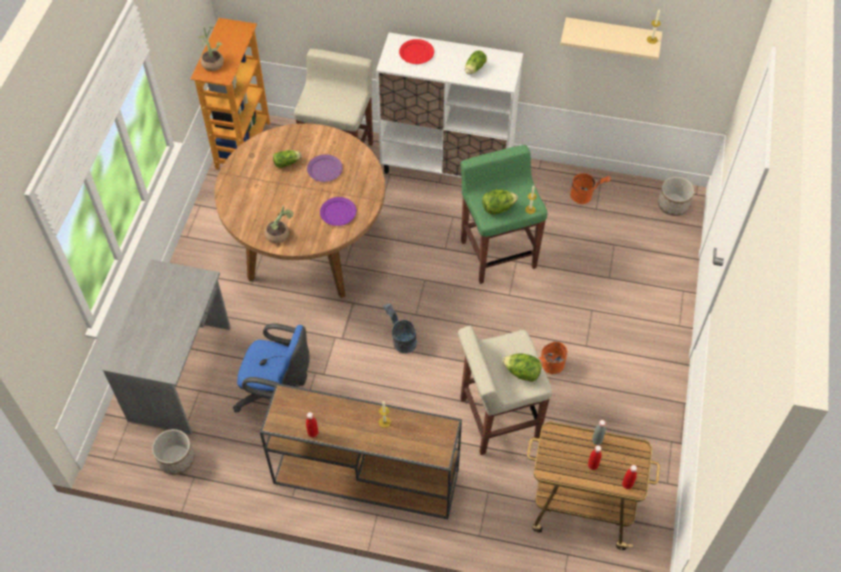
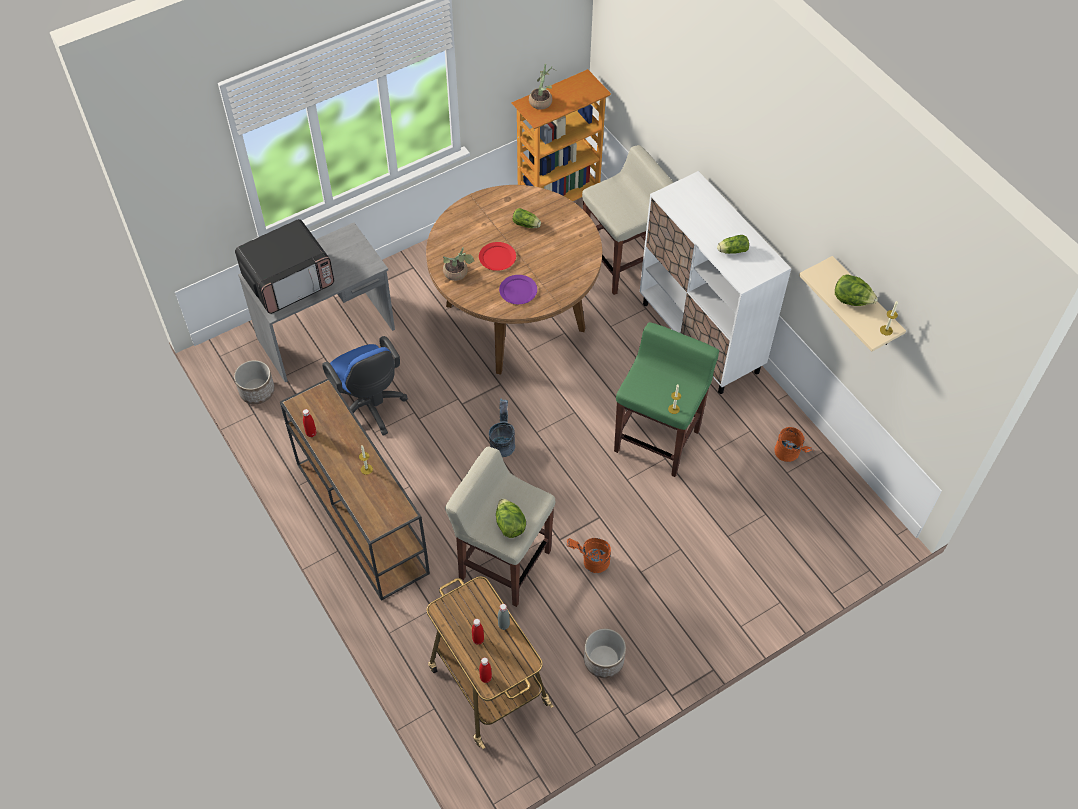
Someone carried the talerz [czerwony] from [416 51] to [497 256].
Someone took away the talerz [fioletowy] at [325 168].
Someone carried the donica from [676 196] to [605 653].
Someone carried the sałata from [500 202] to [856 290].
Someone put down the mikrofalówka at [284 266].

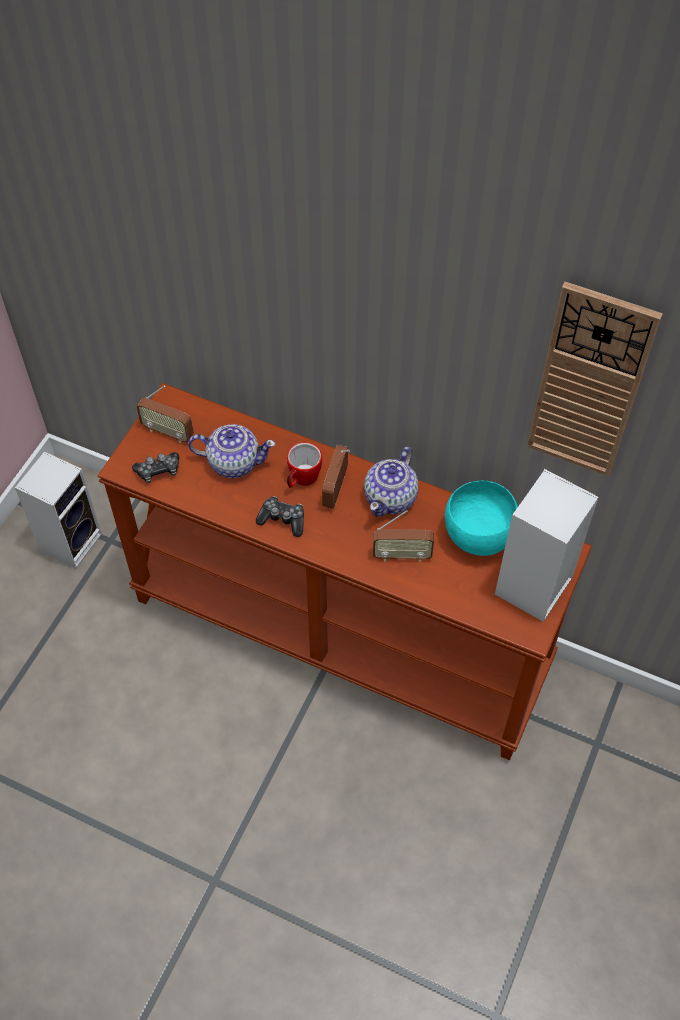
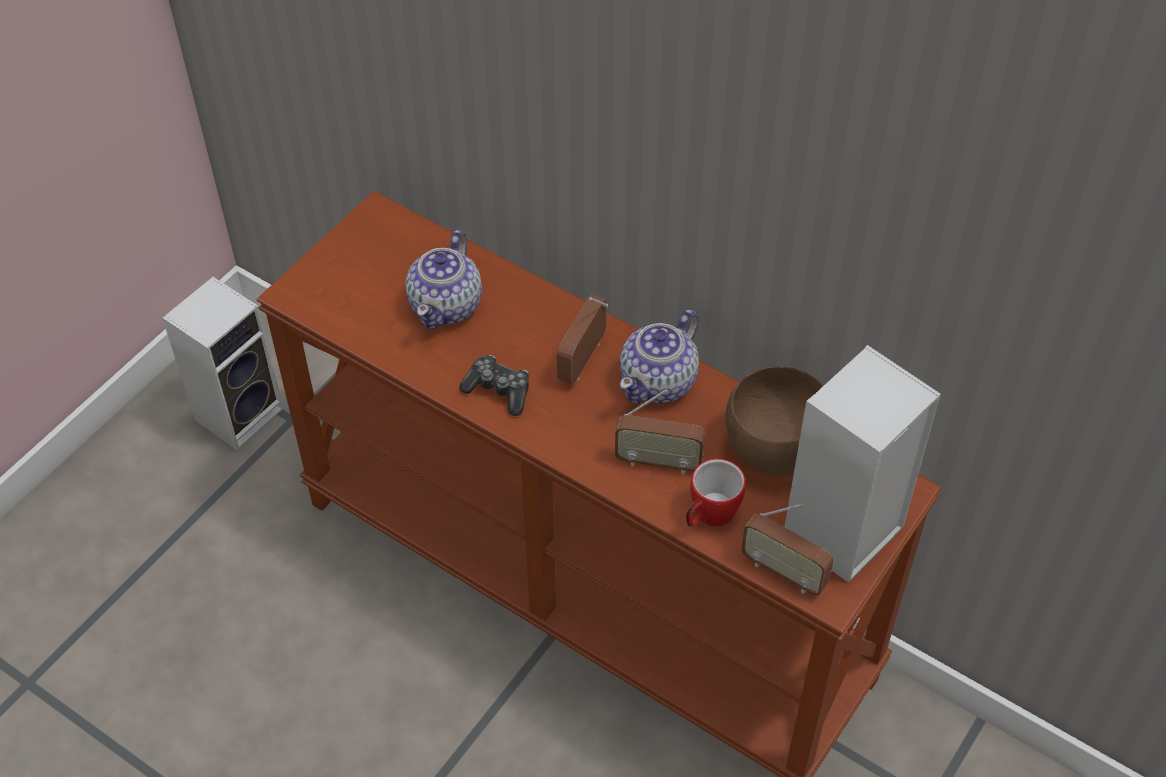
Someone took away the zegar ścienny at [595 379].
Someone carried the radio from [165 414] to [787 549].
Someone rotated the imbryk at [232 451] by 90 degrees clockwise.
Someone carried the kubek from [304 465] to [716 493].
Someone took away the pad do gier at [155 467].
Someone repainted the miska [turkusowy] at [481 518], which became the miska [brązowy] at [775 421].

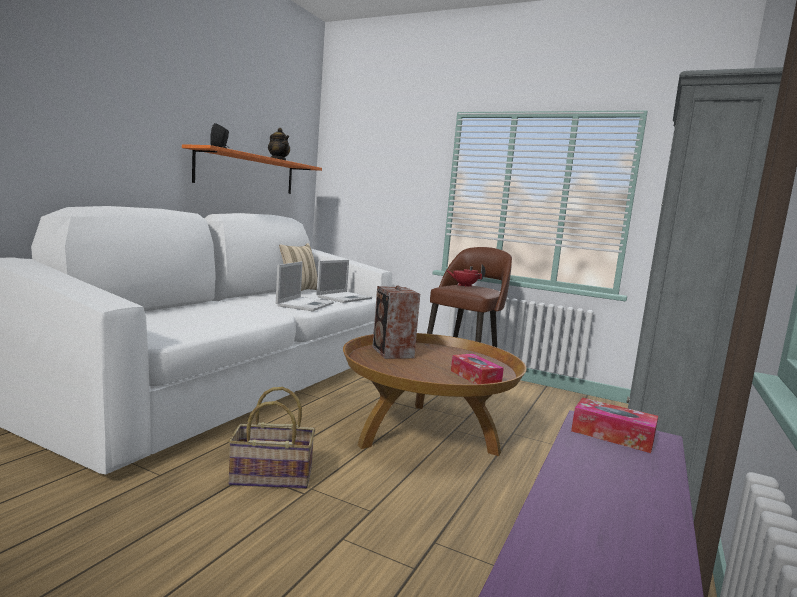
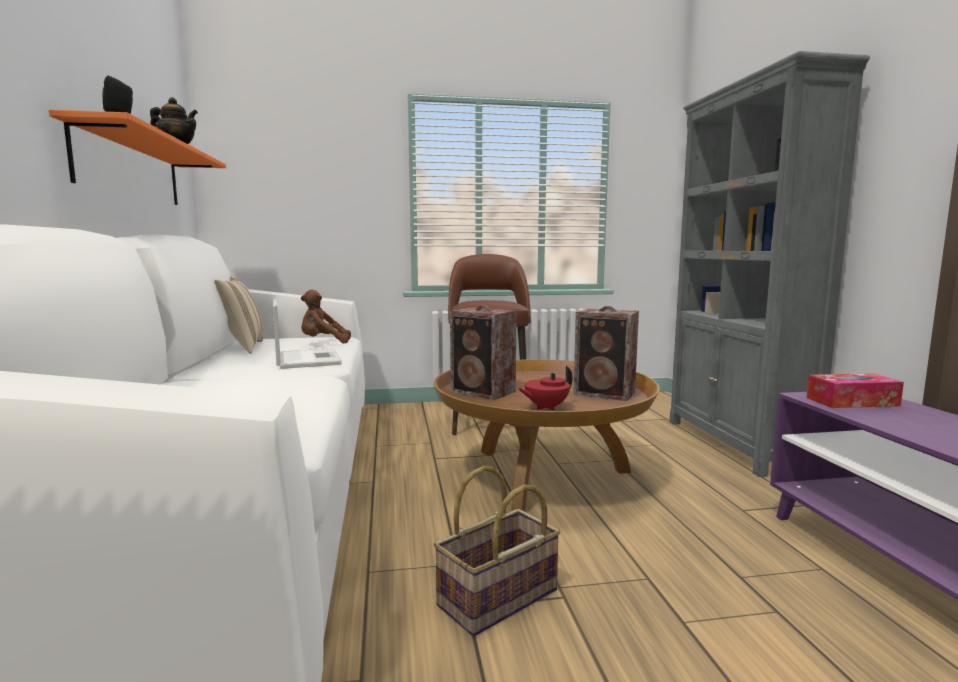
Someone swapped the laptop at [344 281] for the pluszak [brązowy] at [326 316].
Someone carried the imbryk [czerwony] from [466 276] to [545 388].
Someone swapped the pudełko chusteczek at [477 369] for the głośnik at [606 353].

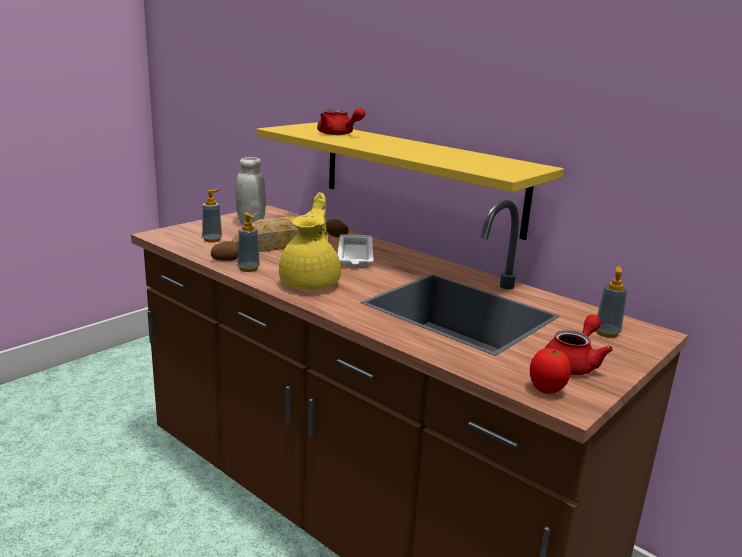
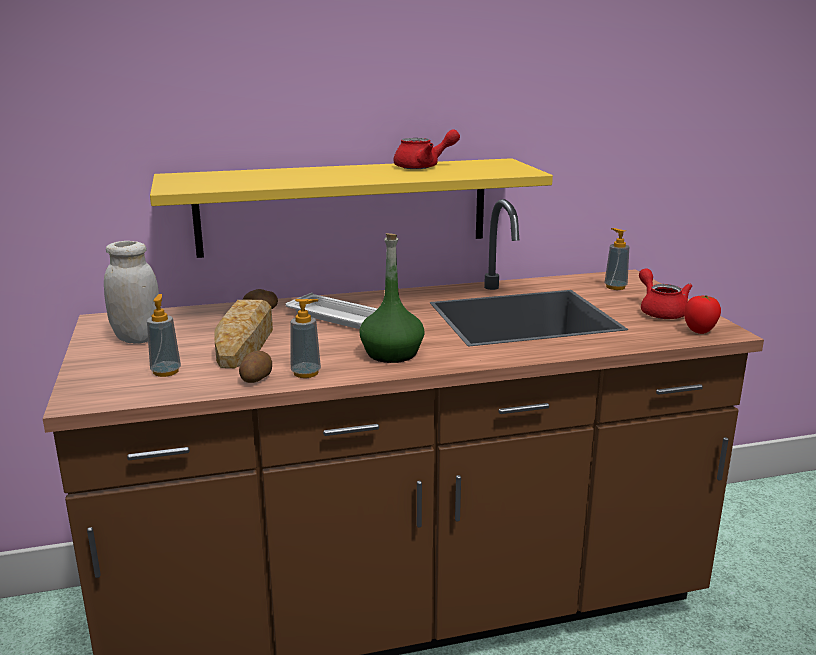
Someone carried the imbryk [czerwony] from [341 121] to [427 149].
Someone swapped the imbryk [żółty] at [310 241] for the butelka [zielony] at [392 298].

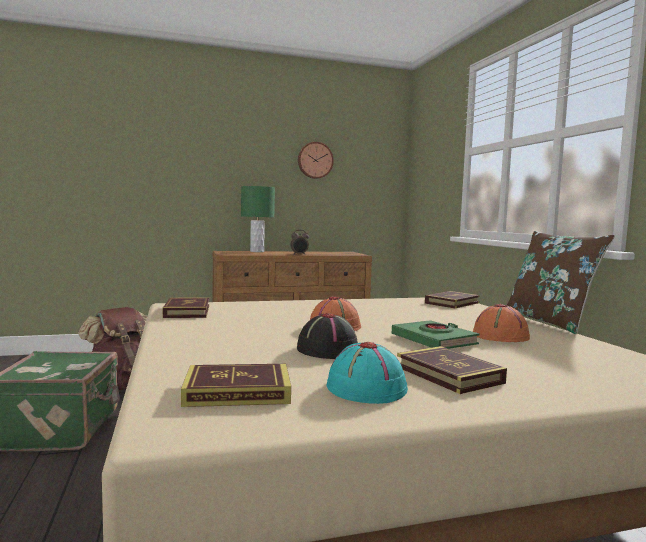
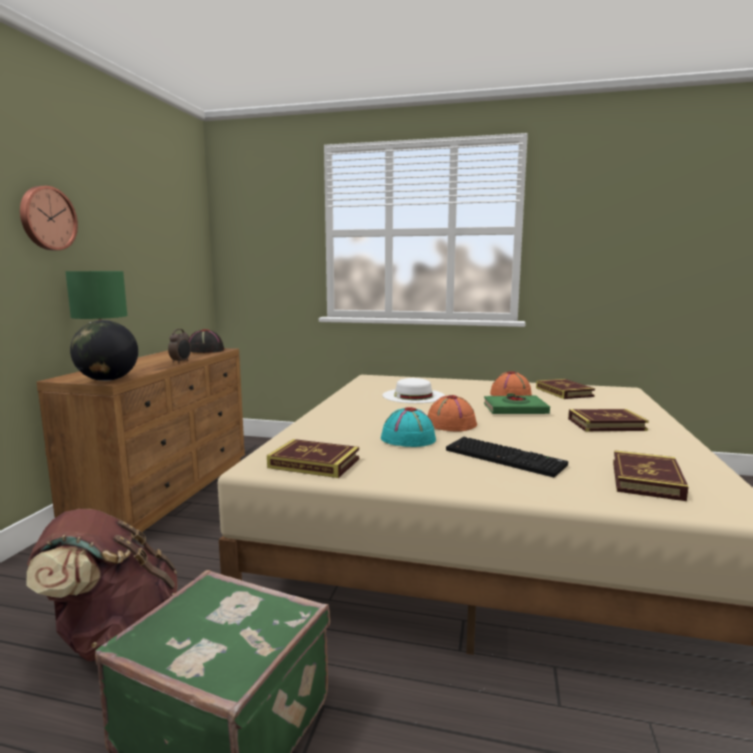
Someone carried the zegar ścienny from [316 160] to [49 218].
Someone took away the poduszka [brązowy] at [560 282].
Someone carried the książka from [452 299] to [565 389].
Someone carried the kapelusz [czarny] from [327 336] to [206 341].
Someone carried the kapelusz [turkusowy] from [367 373] to [408 427].
Someone put down the globus at [104 350].
Someone put down the kapelusz [biały] at [413 390].
Someone put down the klawiatura at [507 457].

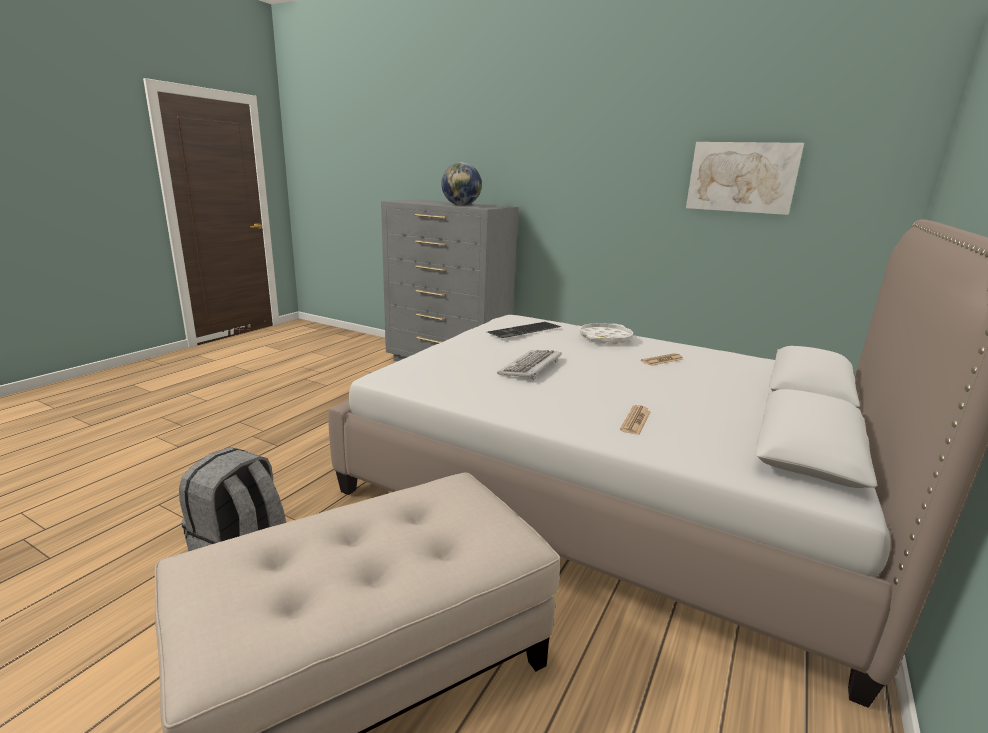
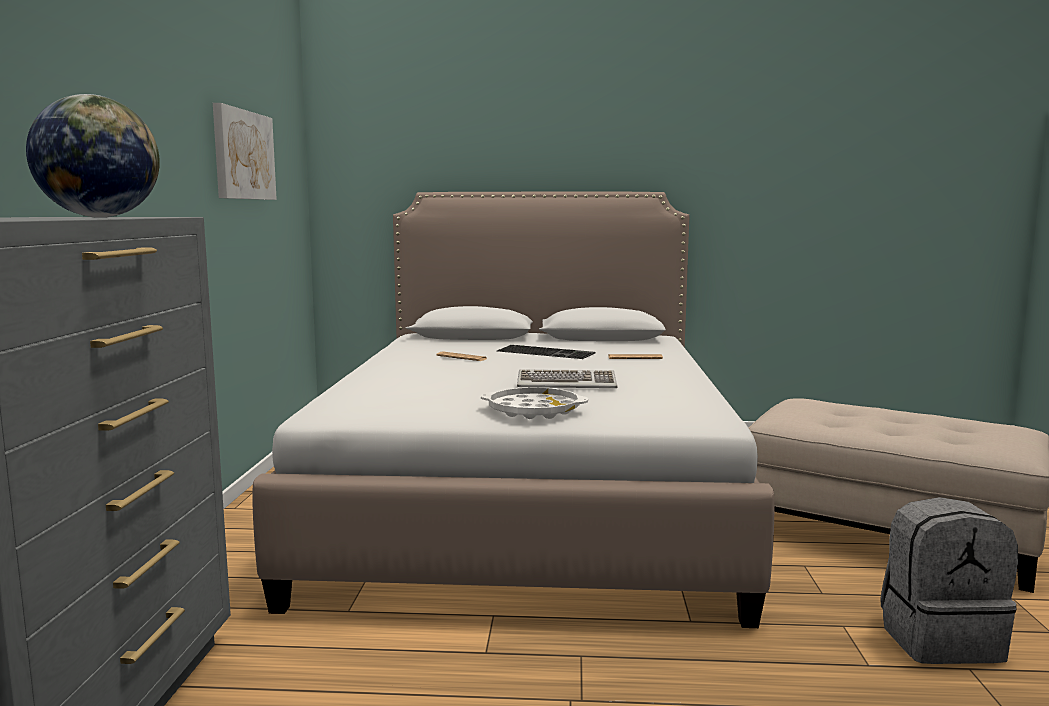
Someone carried the klawiatura from [524 330] to [546 352].
Someone carried the taca [biały] from [606 333] to [534 403].

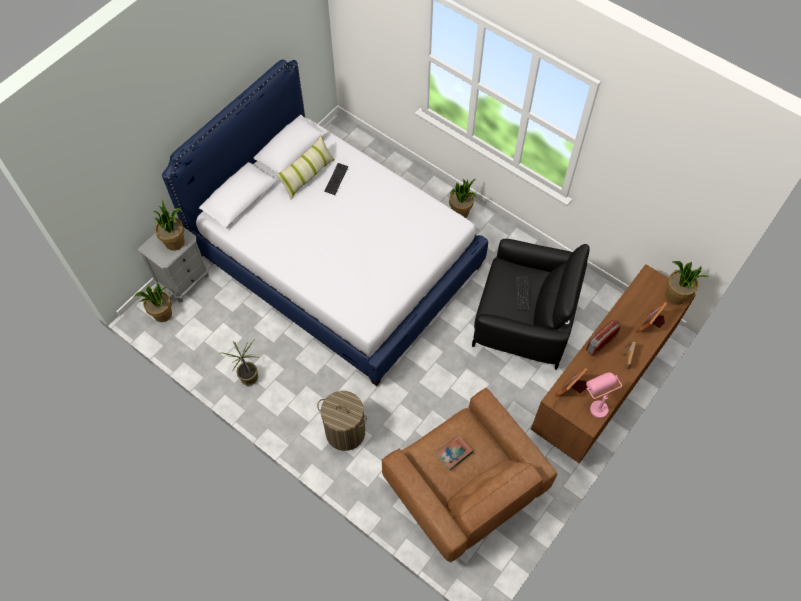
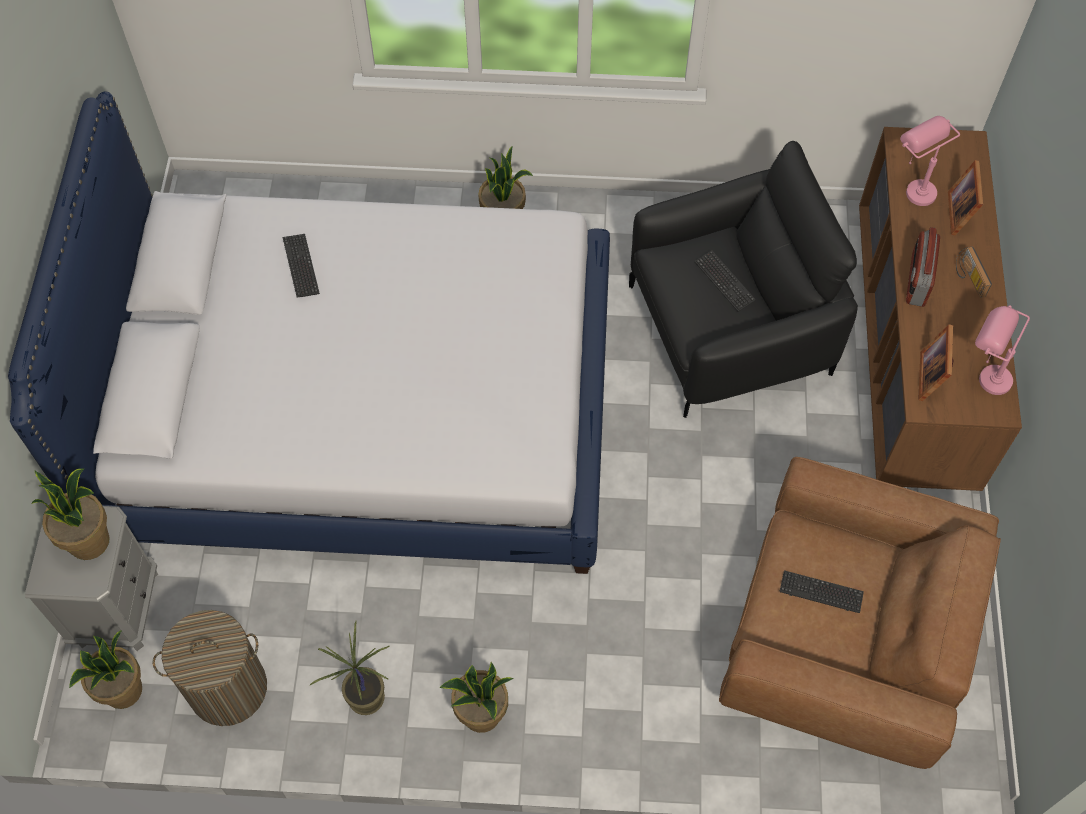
Someone took away the poduszka at [305 167].
Someone carried the roślina doniczkowa from [687 283] to [477 697].
Someone carried the kosz na pranie from [342 421] to [210 668].
Someone swapped the książka at [454 453] for the klawiatura at [821 591].
Someone put down the lampa stołowa [różowy] at [930 161].

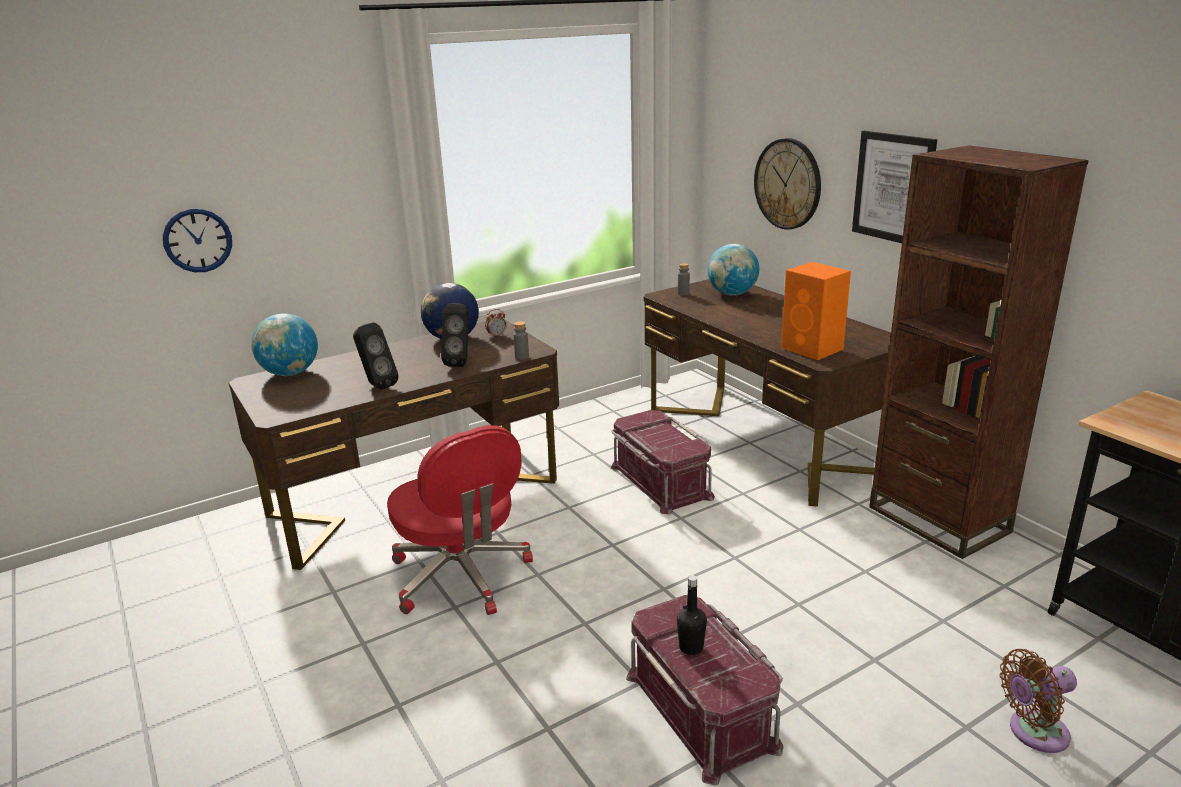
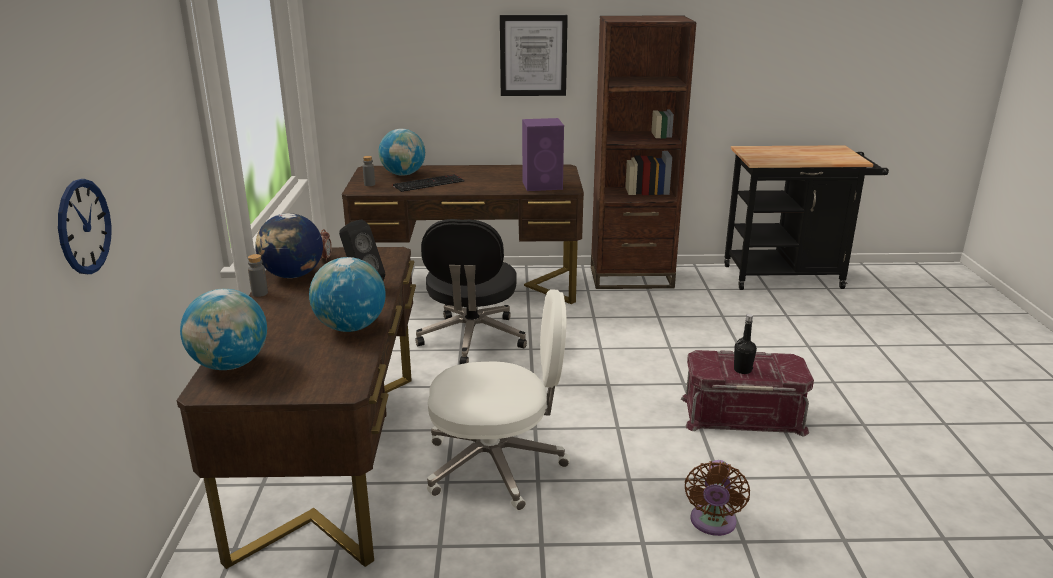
Someone took away the zegar ścienny at [787 184].
Someone repainted the głośnik [pomarańczowy] at [816 311], which became the głośnik [fioletowy] at [543 154].
Someone carried the butelka [szary] from [521 340] to [258 275].
Someone swapped the głośnik [czarny] at [376 356] for the globus at [347 294].
Someone swapped the pojemnik do przechowywania [czerwony] at [663 462] for the krzesło biurowe [czarny] at [471 291].
Someone repainted the krzesło biurowe [czerwony] at [460 520], which became the krzesło biurowe [biały] at [498 400].
Someone carried the wentylator [brązowy] from [1038 701] to [717 498].
Someone put down the klawiatura at [428 183].

